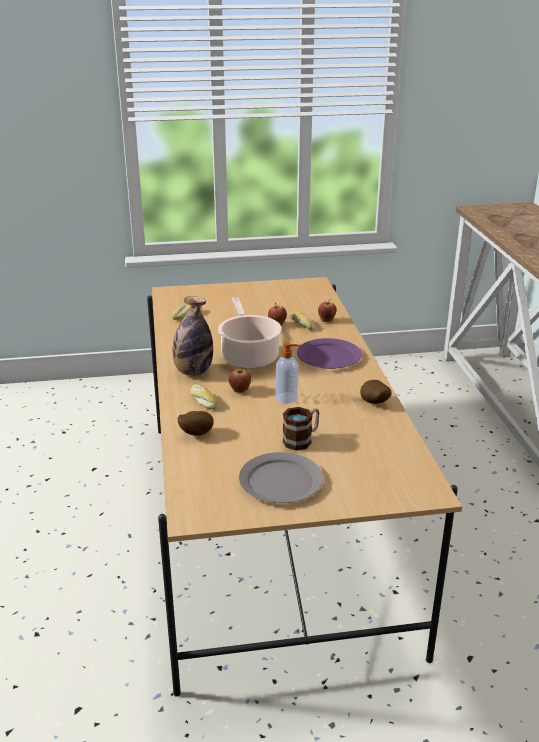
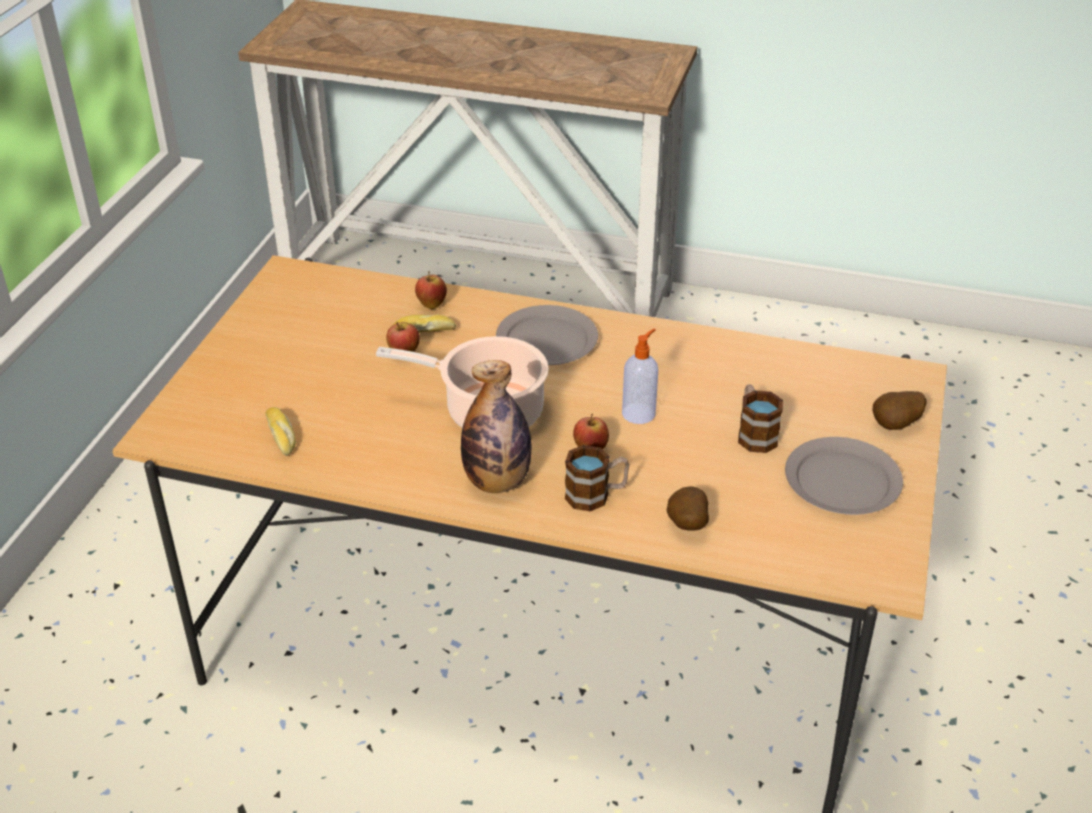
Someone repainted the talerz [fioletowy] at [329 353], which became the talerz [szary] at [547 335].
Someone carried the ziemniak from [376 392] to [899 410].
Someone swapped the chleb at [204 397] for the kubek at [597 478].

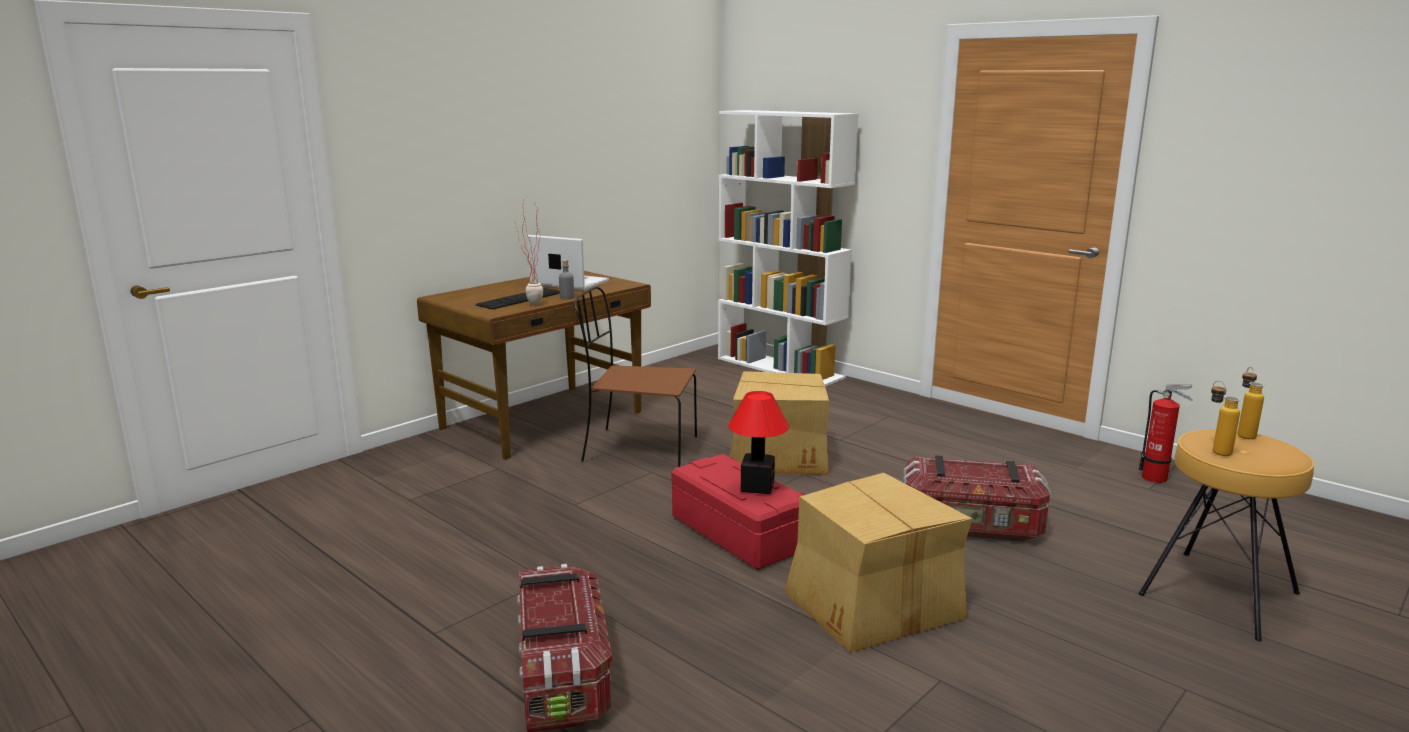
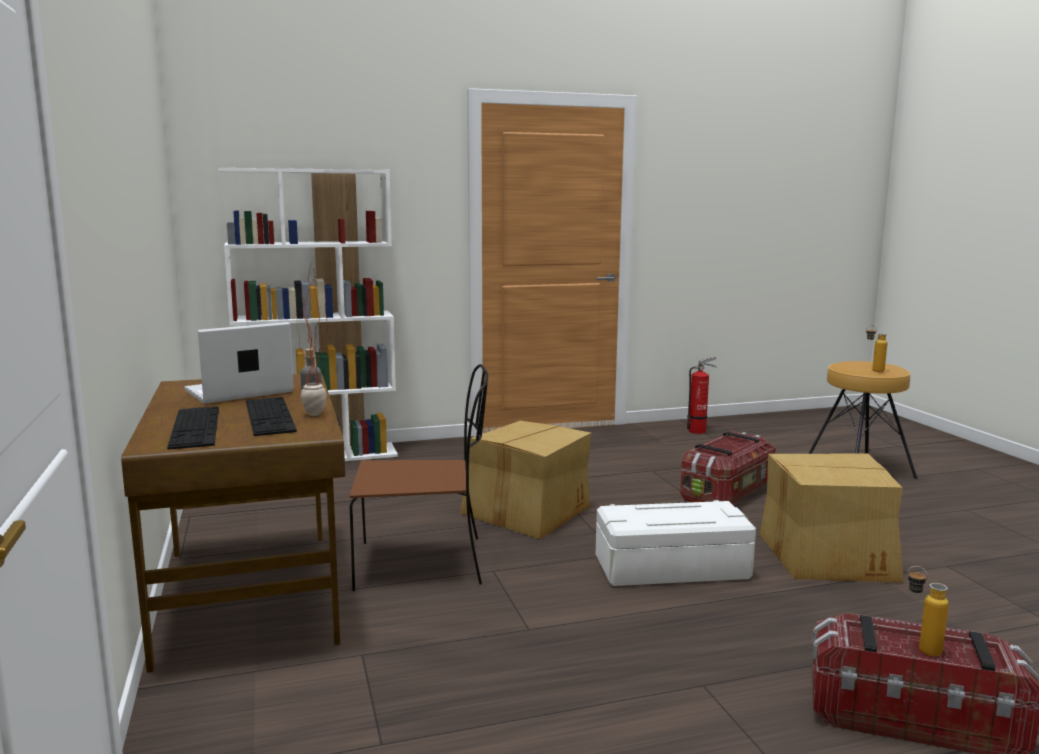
Someone rotated the krzesło [brązowy] at [635 376] by 135 degrees counterclockwise.
Someone carried the butelka from [1250 403] to [928 611].
Someone took away the lampa stołowa at [758 442].
Someone repainted the pojemnik do przechowywania [czerwony] at [738 512], which became the pojemnik do przechowywania [biały] at [676 543].
Someone put down the klawiatura at [193 428].

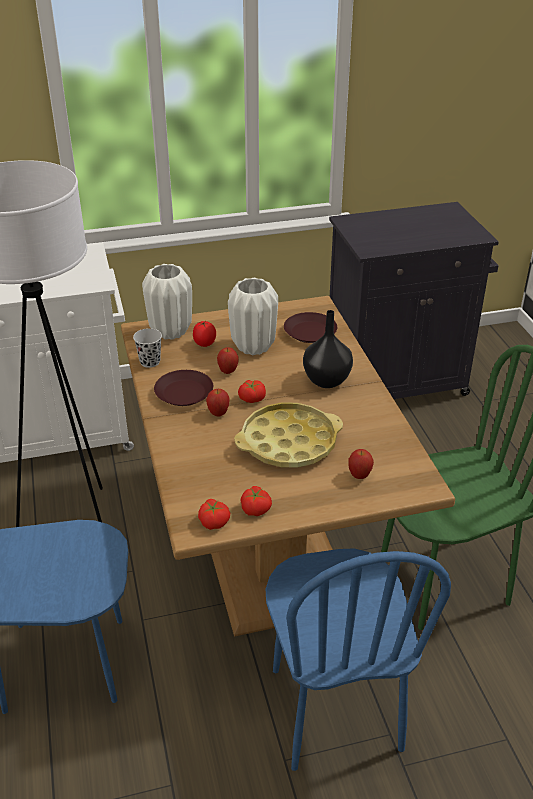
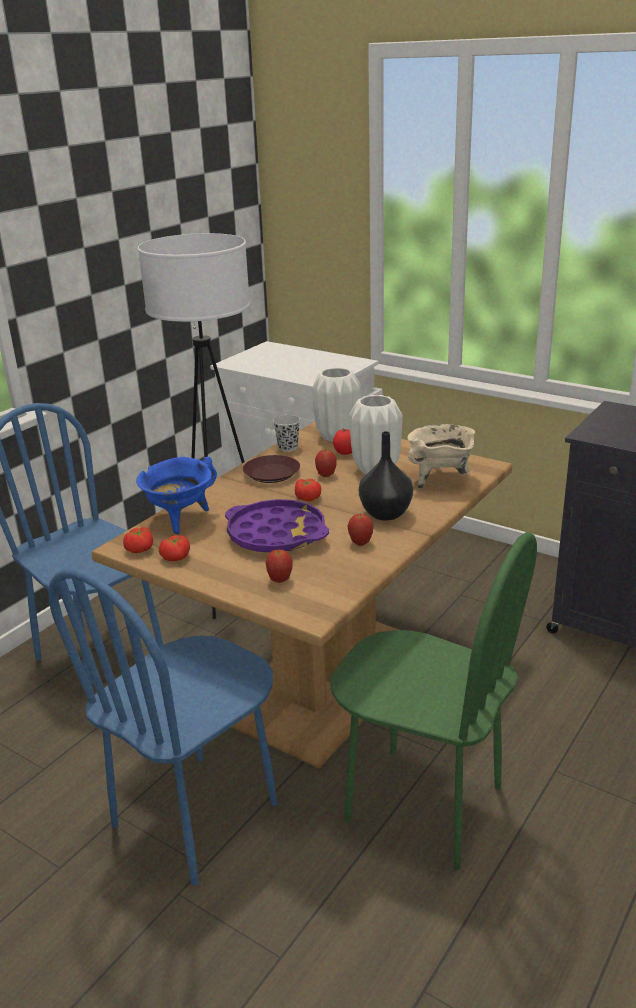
Someone swapped the talerz [brązowy] at [310 327] for the garnek [beżowy] at [441 456].
Someone carried the jabłko from [218 403] to [360 530].
Someone repainted the taca [żółty] at [288 435], which became the taca [fioletowy] at [277 525].
Someone put down the garnek [niebieski] at [176 495].

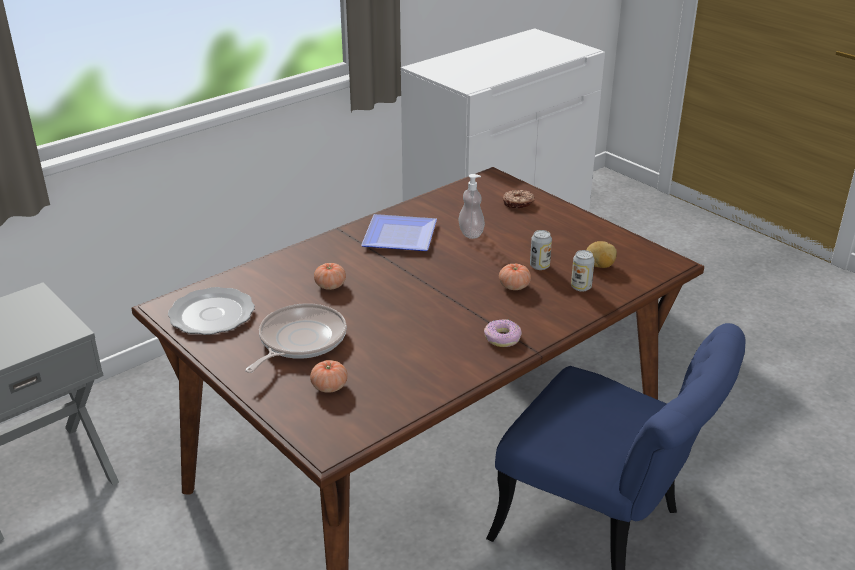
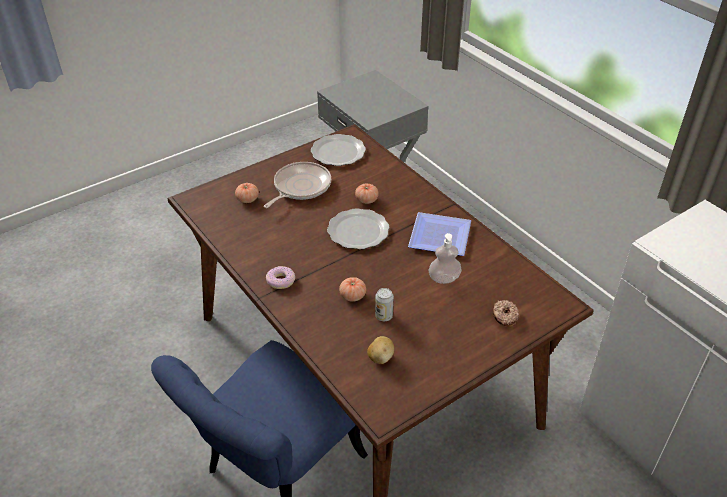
Someone took away the puszka at [583 271].
Someone rotated the patelnia at [296 338] by 90 degrees counterclockwise.
Someone put down the talerz at [358 229].

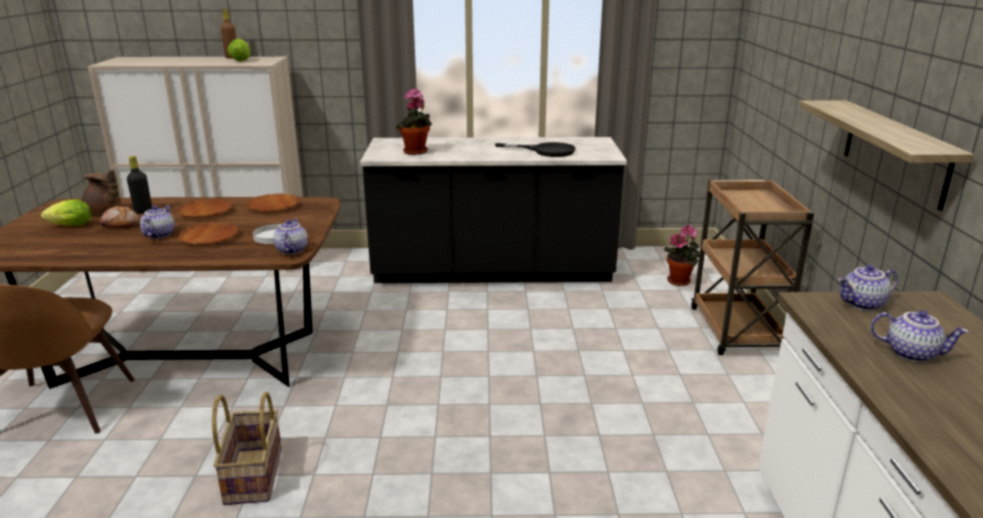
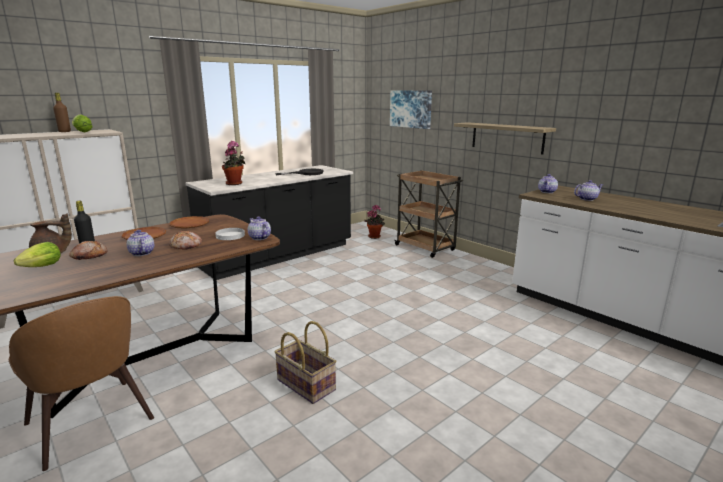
Someone swapped the talerz [brązowy] at [208 233] for the chleb at [185 240].
Someone put up the obraz at [411 109].

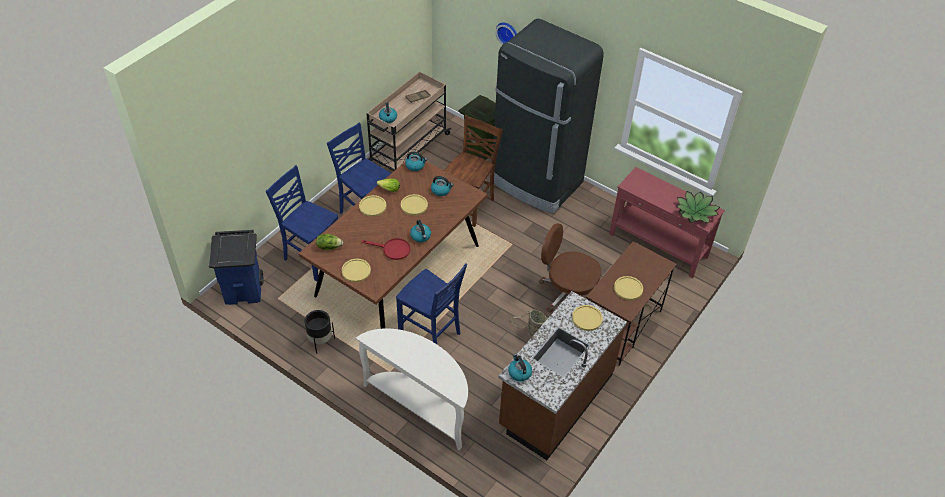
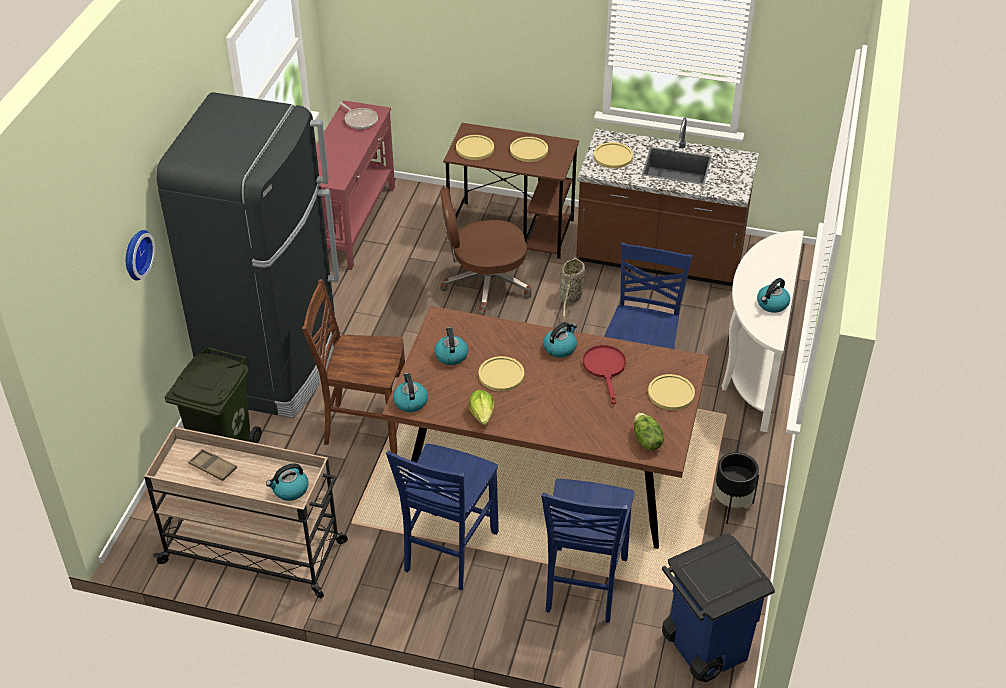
Someone swapped the roślina doniczkowa at [698 207] for the patelnia at [358 115].
Someone carried the talerz [żółty] from [372 206] to [475 147].
Someone rotated the krzesło biurowe [brązowy] at [570 268] by 75 degrees clockwise.
Someone carried the czajnik from [520 367] to [773 295].

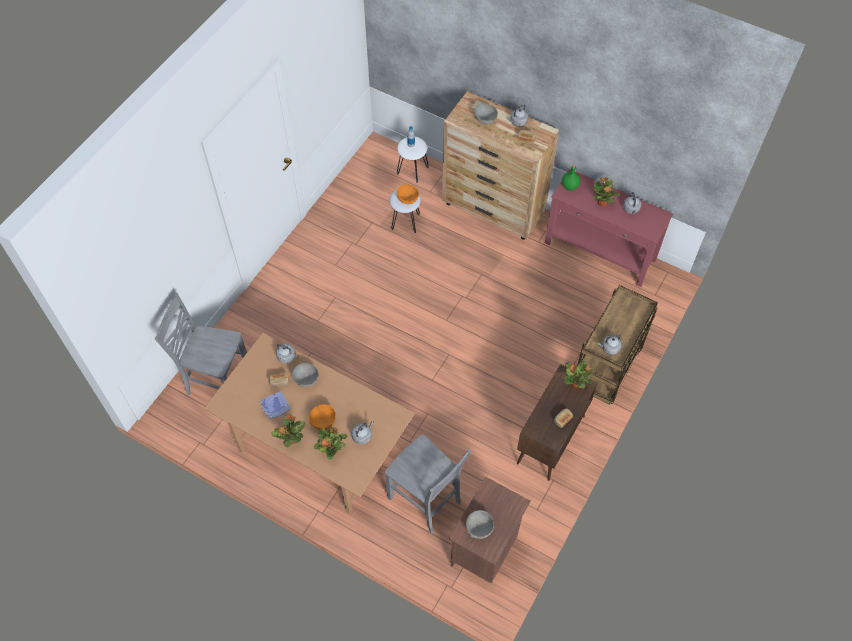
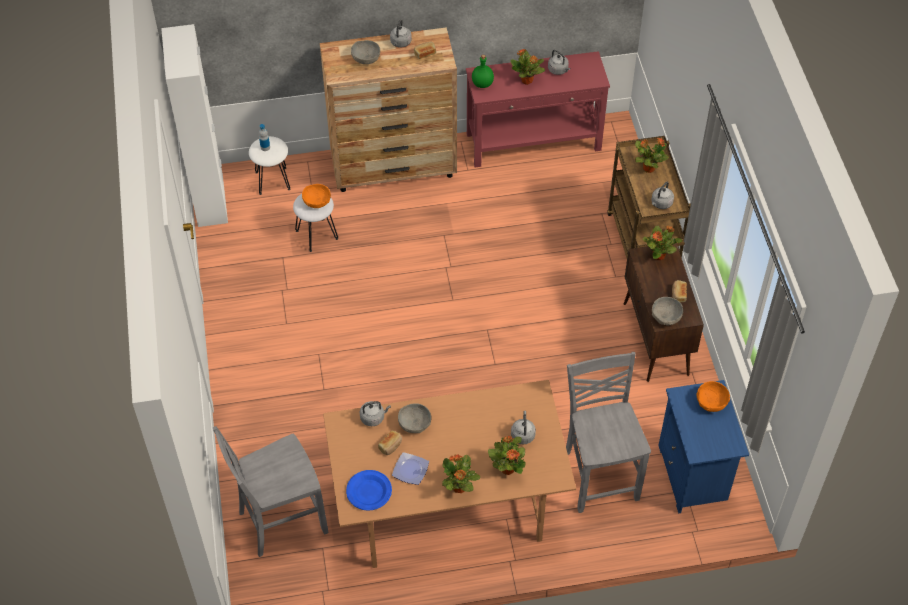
Someone carried the miska [pomarańczowy] from [322 417] to [713 396].
Someone rotated the krzesło [szary] at [428 484] by 105 degrees counterclockwise.
Someone repainted the szafka nocna [brązowy] at [490 530], which became the szafka nocna [niebieski] at [703 447].
Someone carried the miska [szary] from [480 524] to [667 311].
Someone put down the szafka [biały] at [194 125].
Someone put down the roślina doniczkowa at [652 155].
Someone put down the talerz [niebieski] at [369 490].

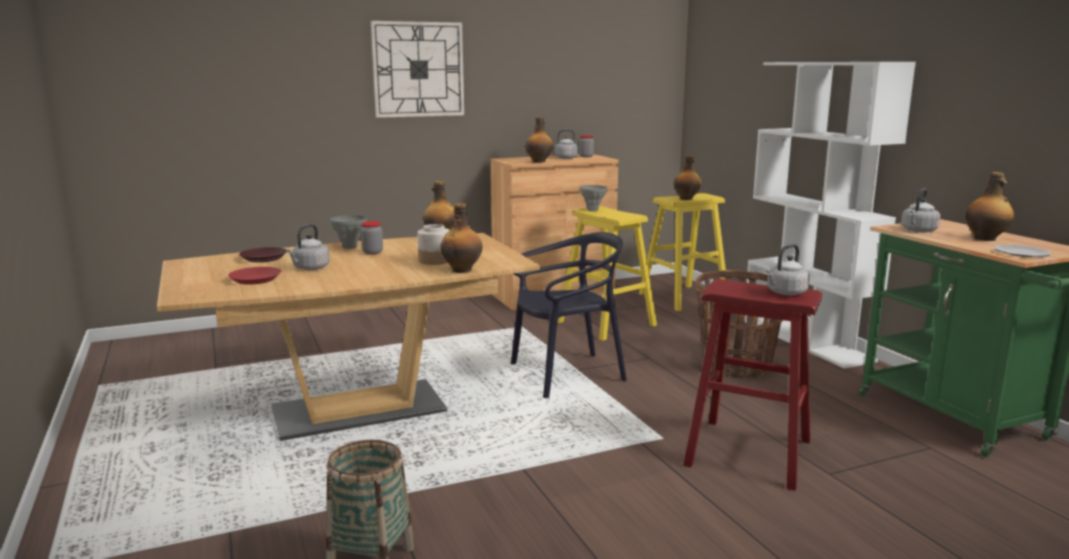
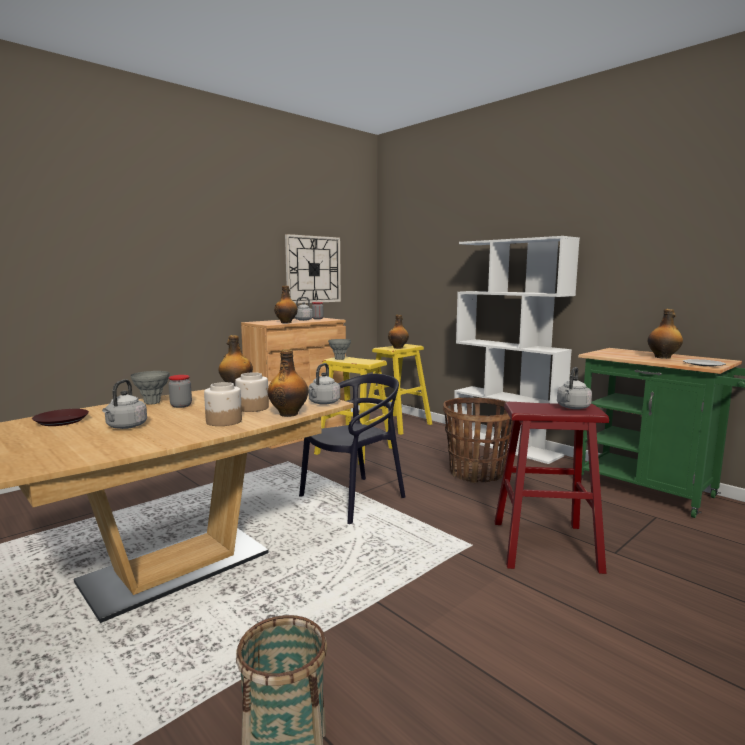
Someone carried the zegar ścienny from [417 69] to [313 269].
Someone carried the czajnik [szary] from [920 210] to [324 384].
Someone took away the talerz [czerwony] at [254 275].
Someone put down the słoik at [223 404].

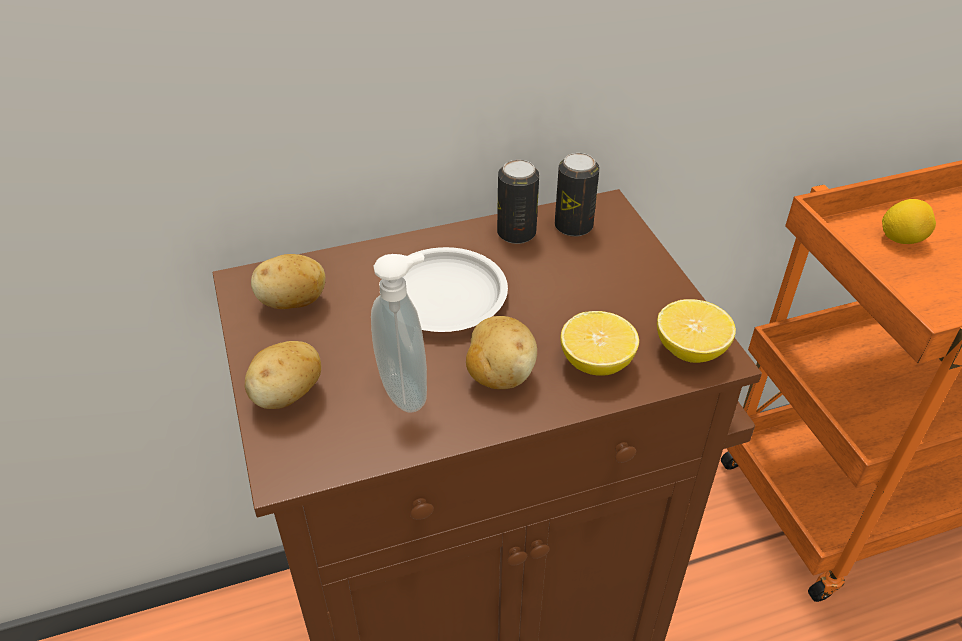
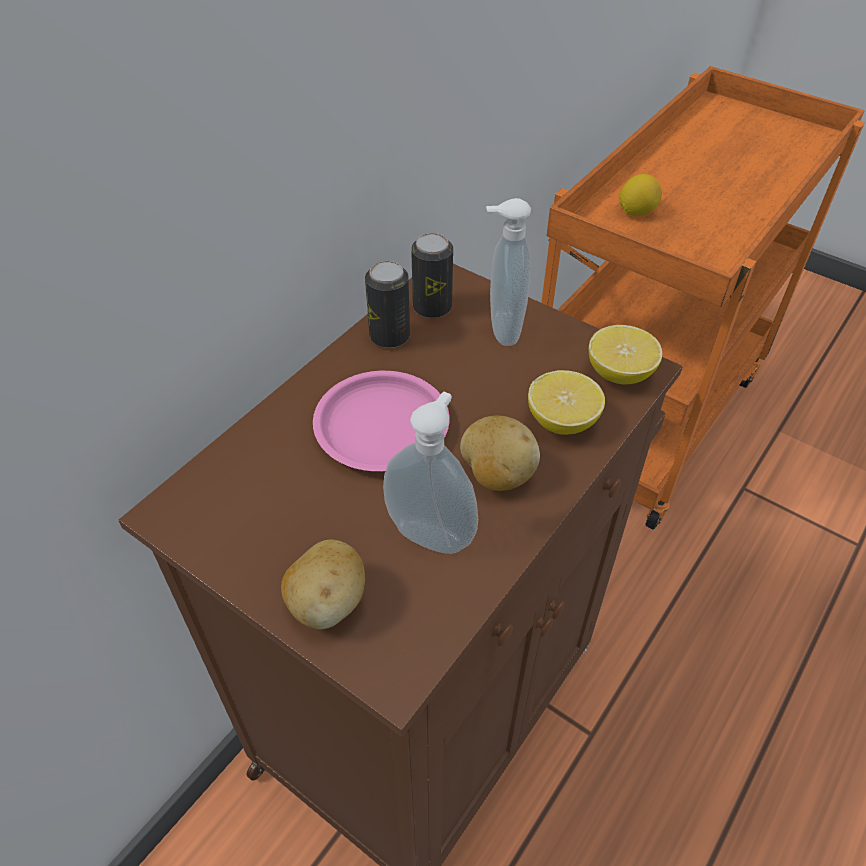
Someone repainted the talerz [biały] at [455 289], which became the talerz [różowy] at [381 421].
Someone took away the ziemniak at [288 281].
Someone put down the dozownik mydła at [508 272].

